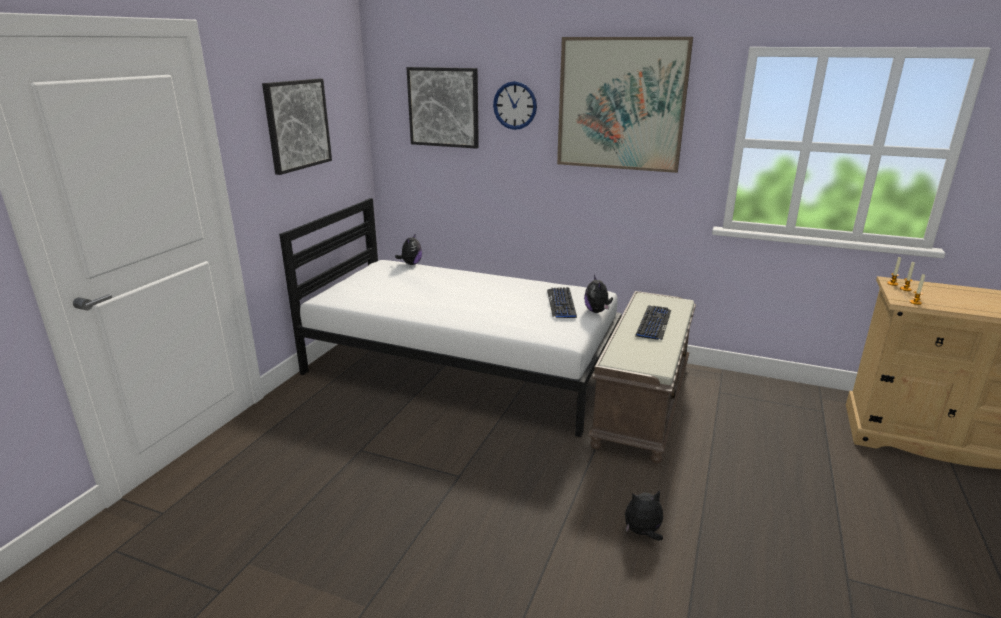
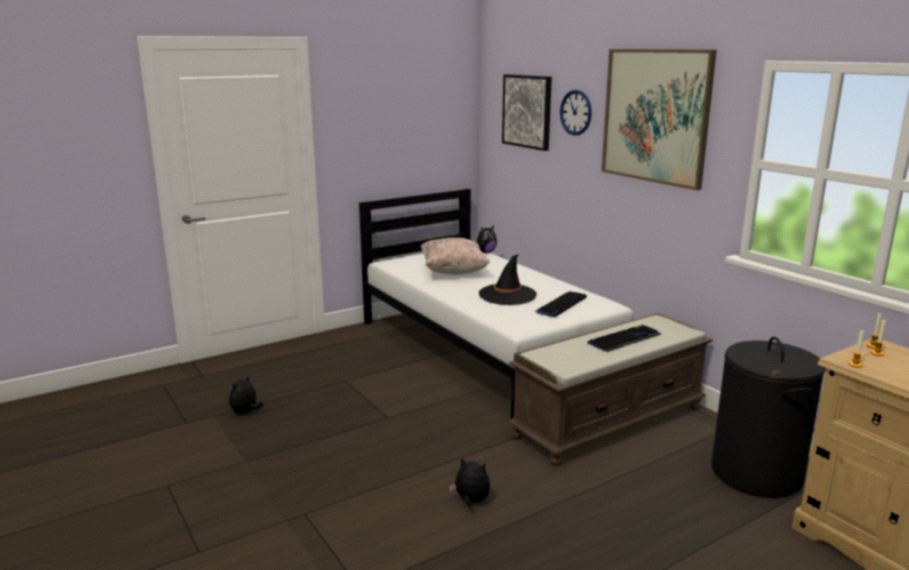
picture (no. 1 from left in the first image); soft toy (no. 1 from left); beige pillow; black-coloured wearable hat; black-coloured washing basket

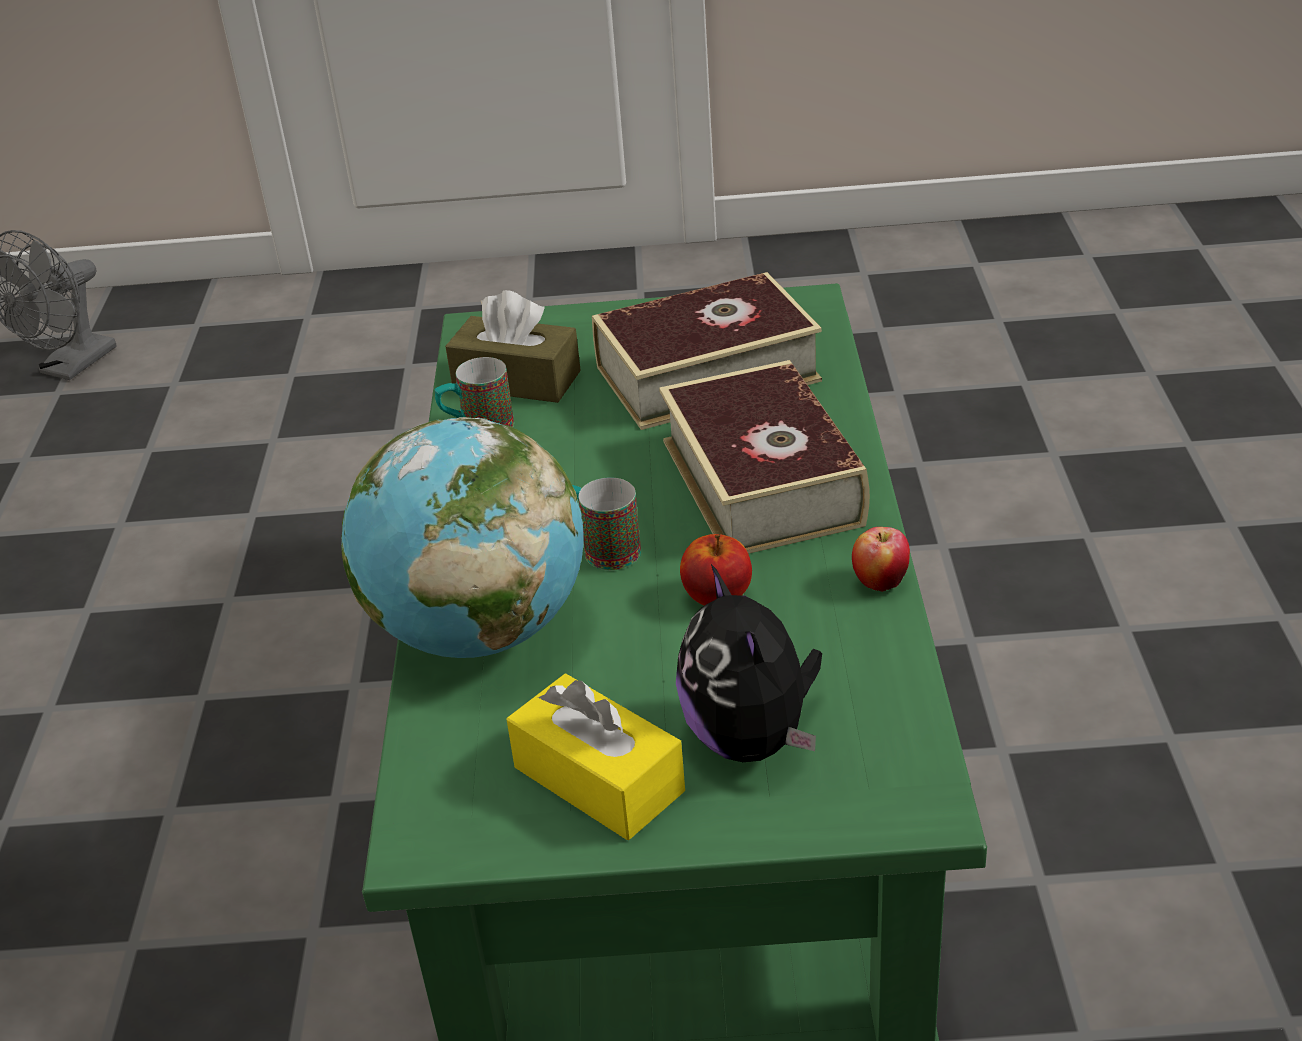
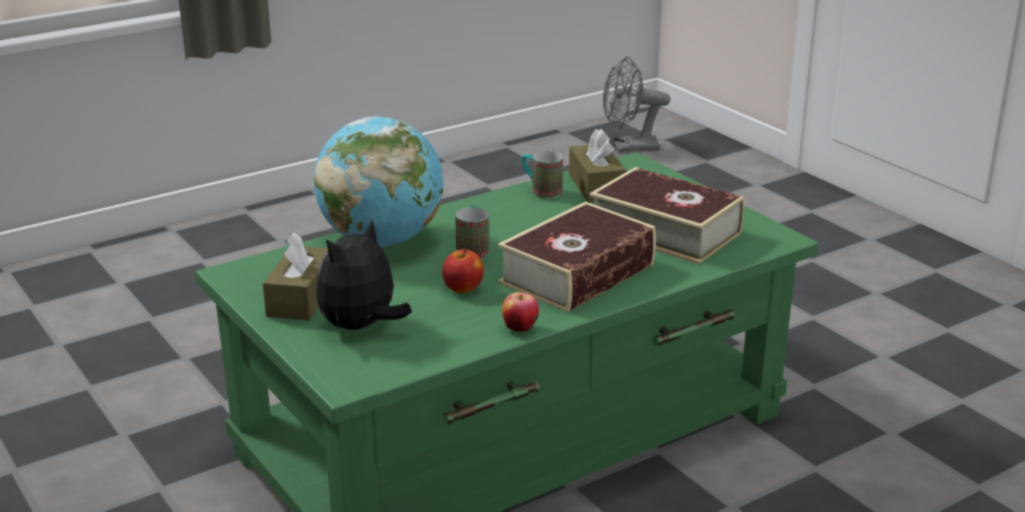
brown tissue holder (no. 1 from left)

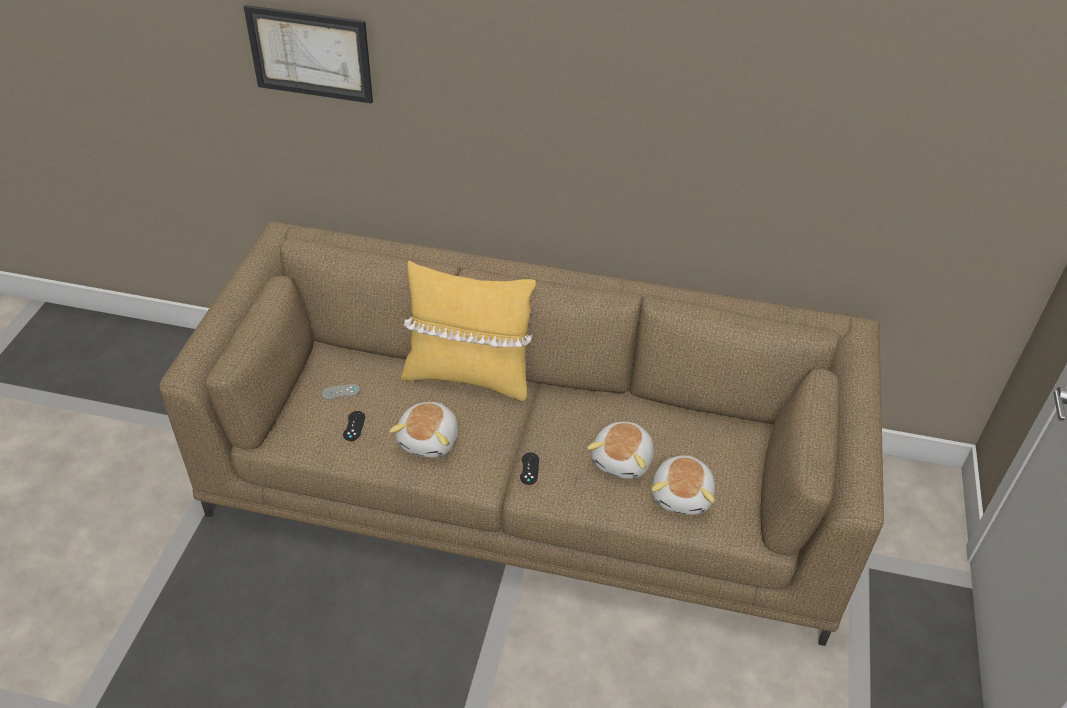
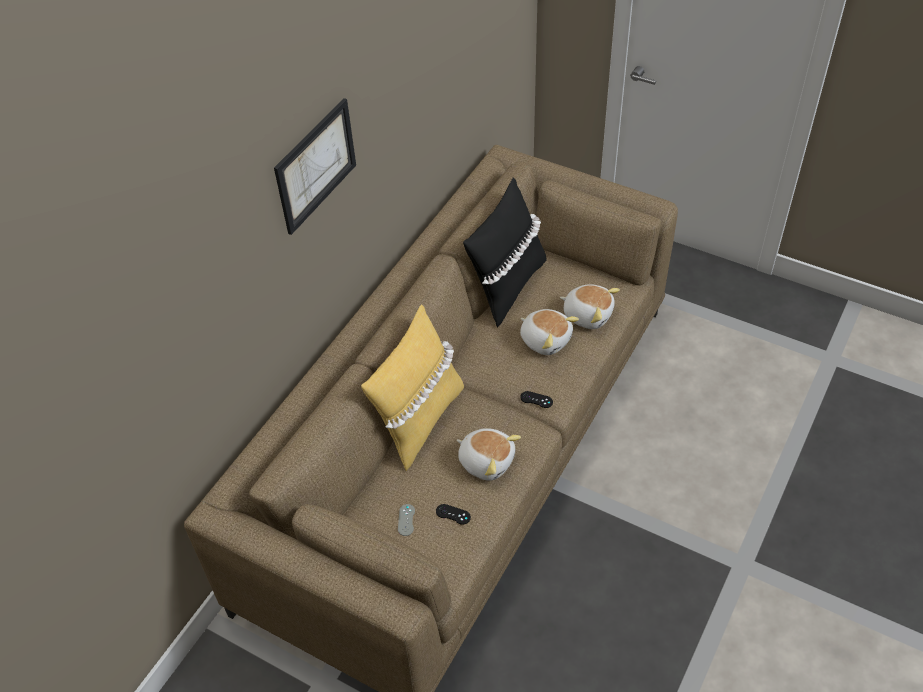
picture; black-coloured pillow

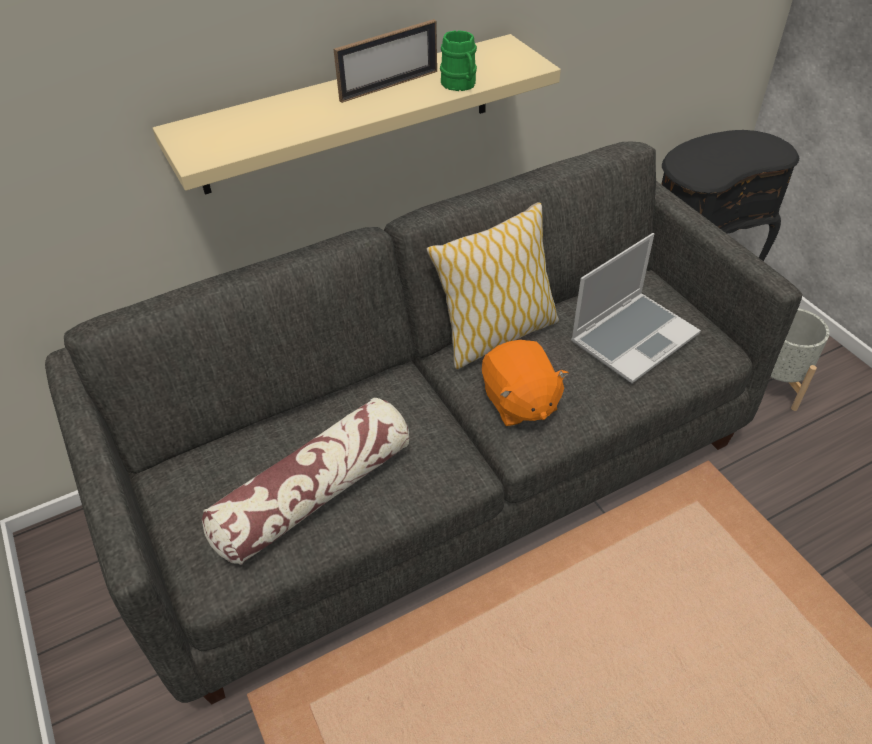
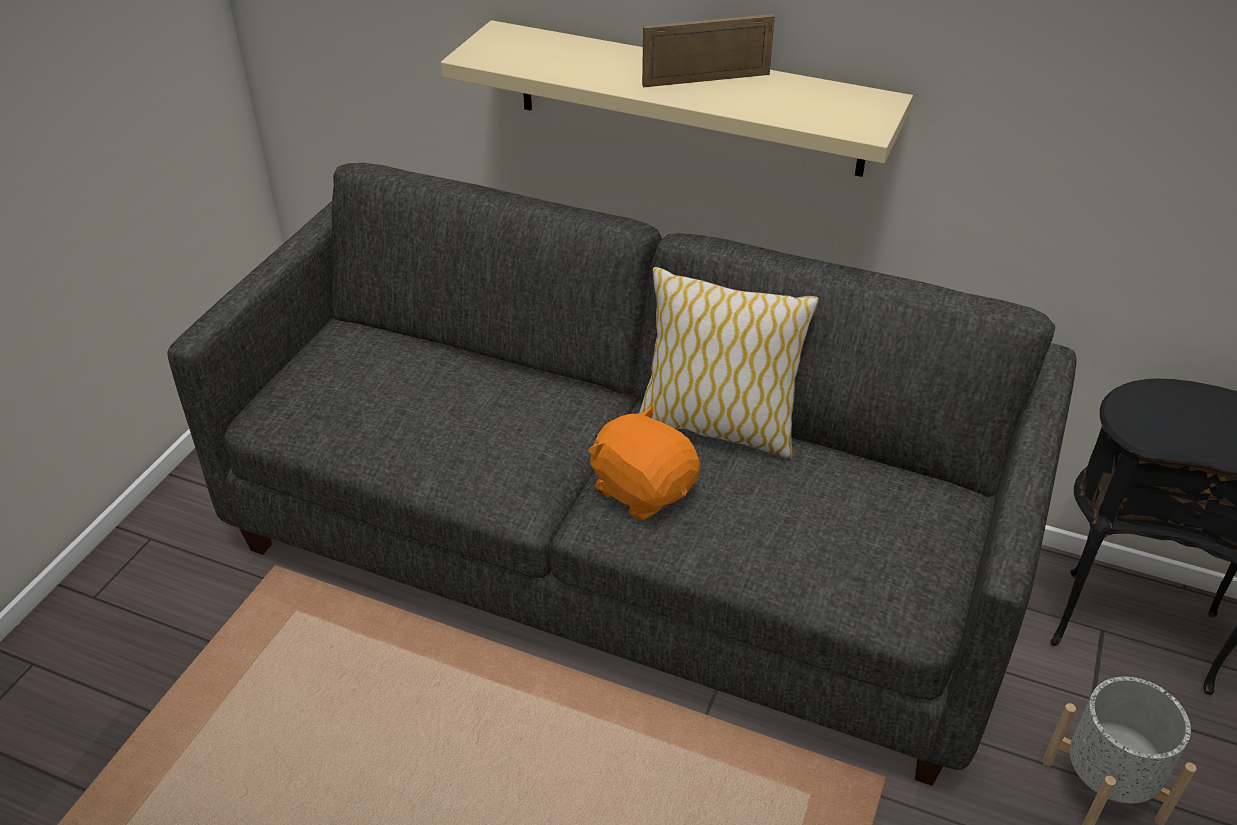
picture frame; green coffee mug; notebook computer; orange-coloured soft toy; pillow (no. 1 from left in the first image)

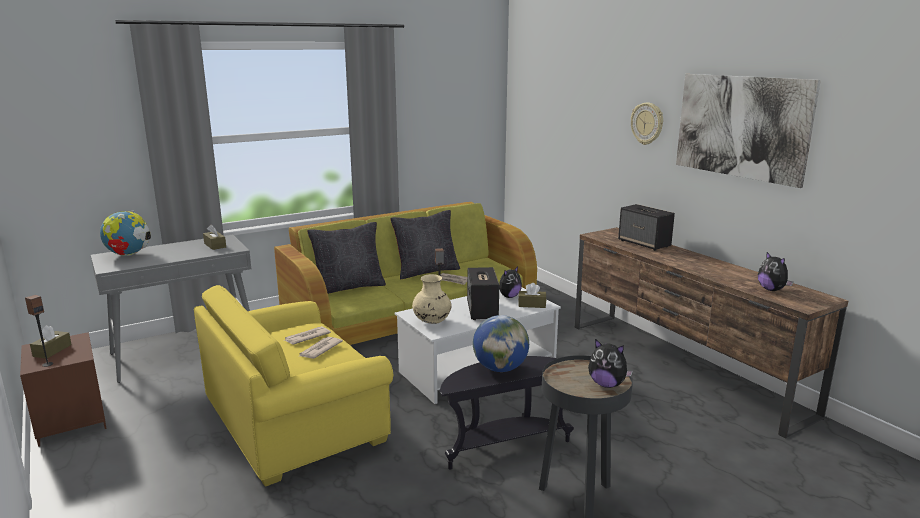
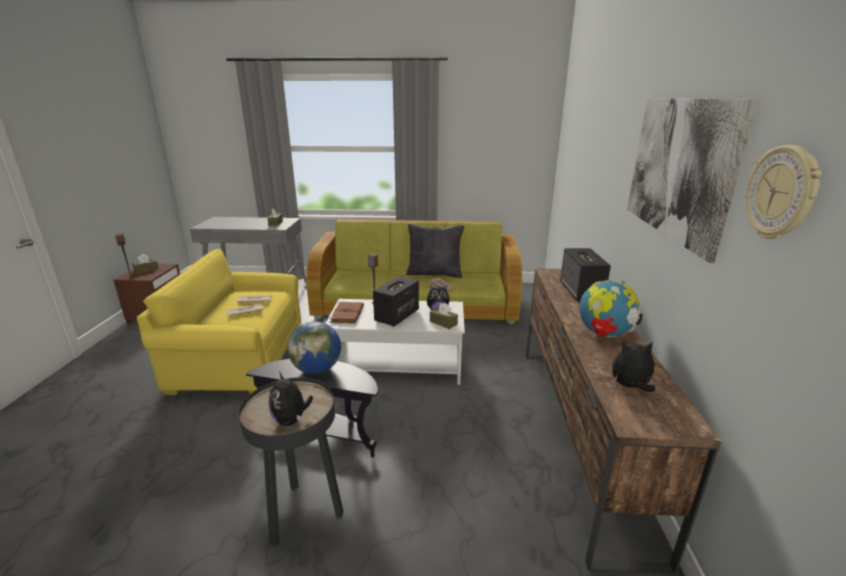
clock on the wall; globe (no. 2 from left); black-coloured pillow (no. 1 from left in the first image); soft toy (no. 3 from left); brown book

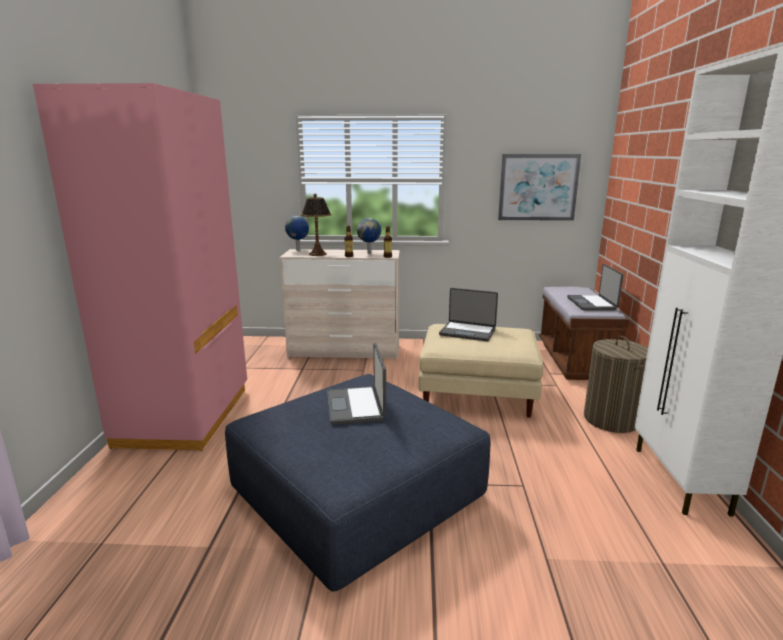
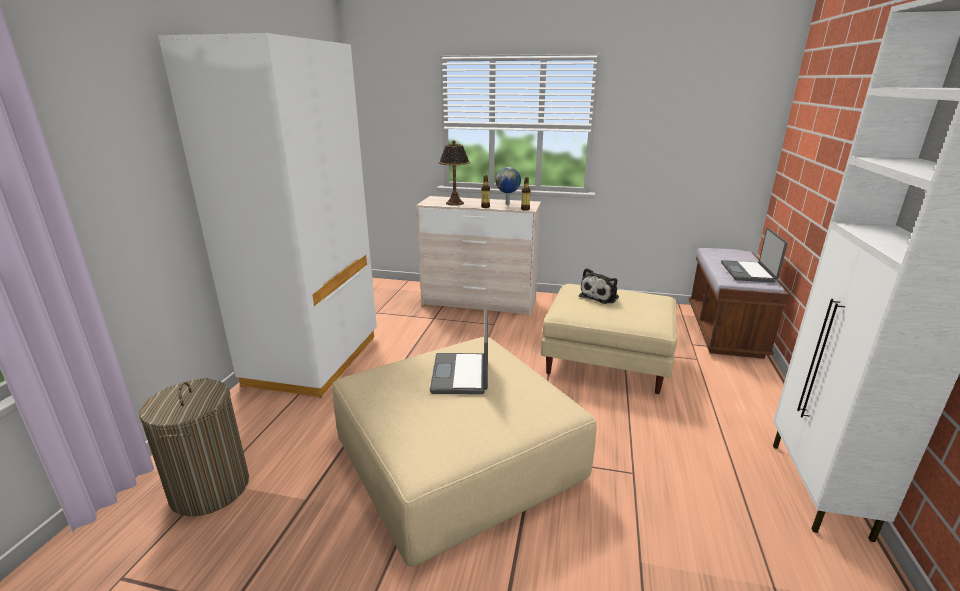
white wardrobe; picture; globe (no. 1 from left in the first image); soft toy; washing basket; beige pouffe (no. 1 from left)

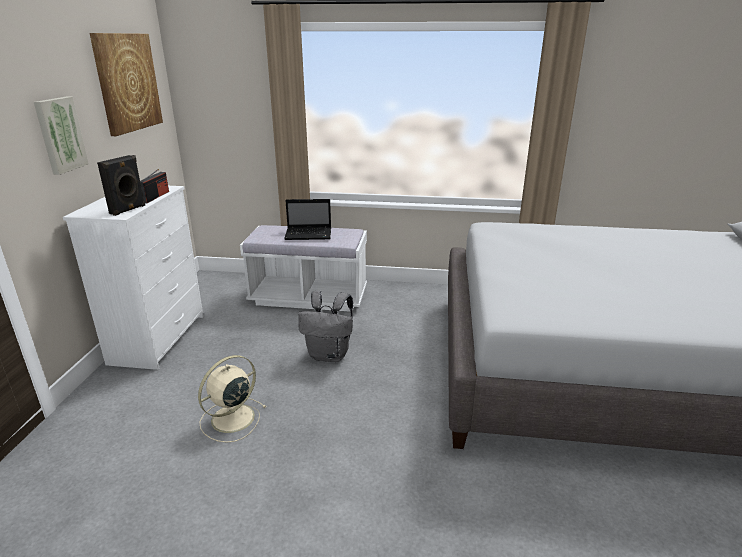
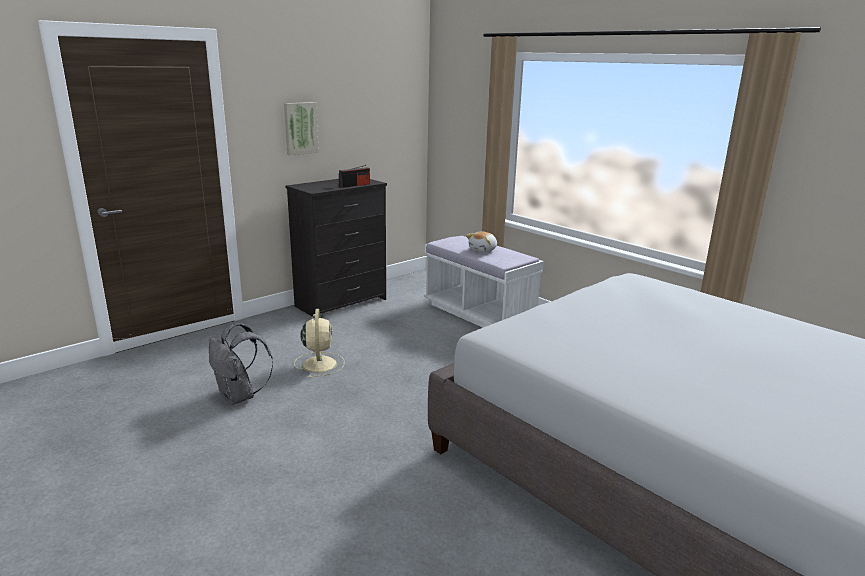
picture (no. 2 from left in the first image); black-coloured speaker; black-coloured drawer chest; soft toy; grey rucksack; beige electric fan

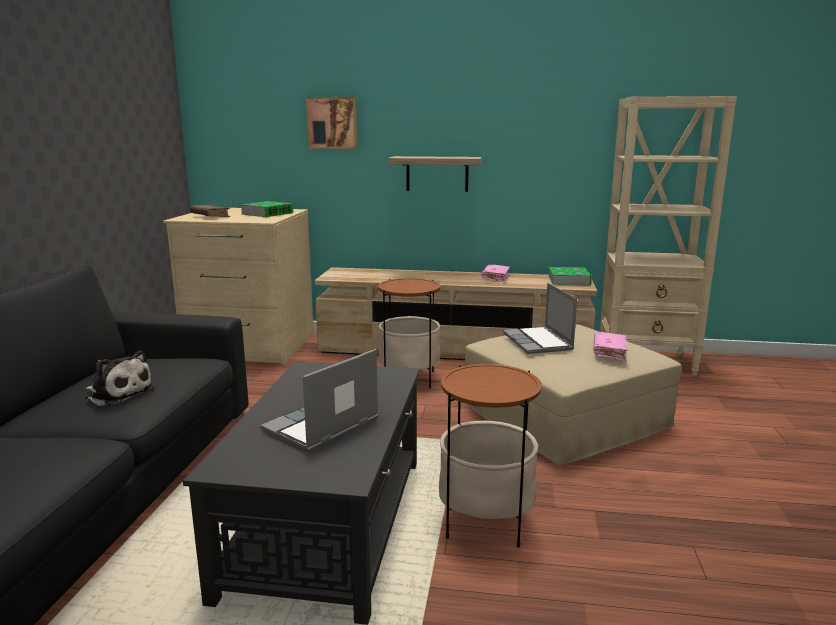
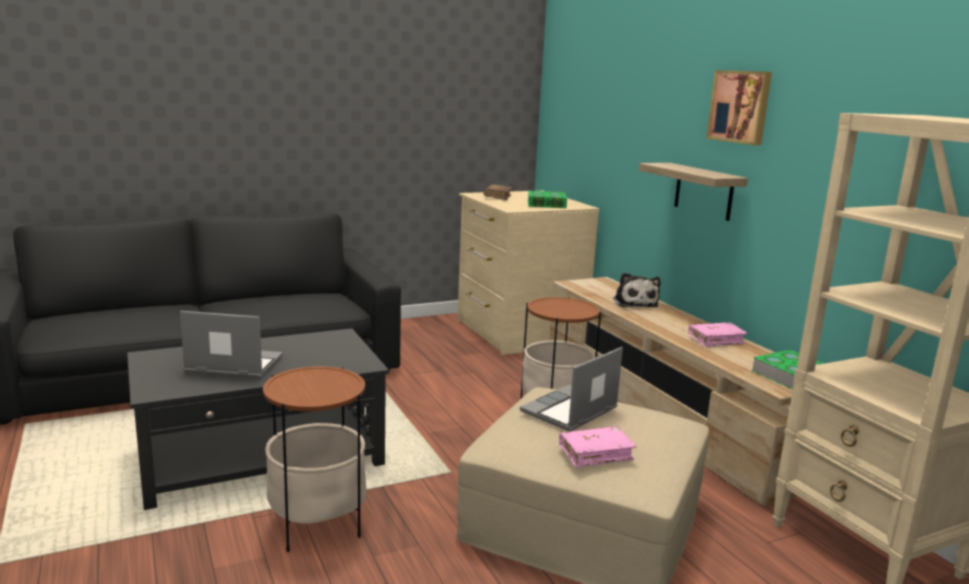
picture; soft toy

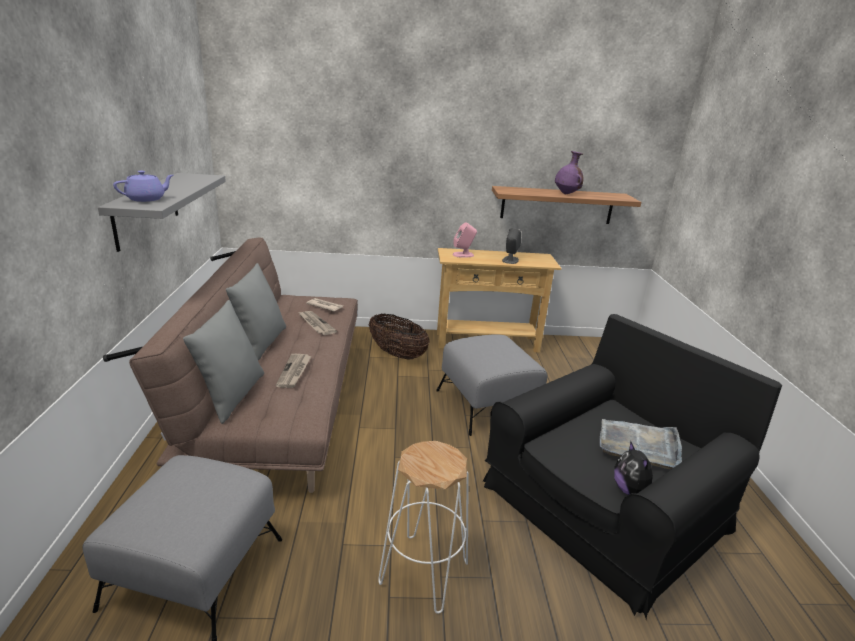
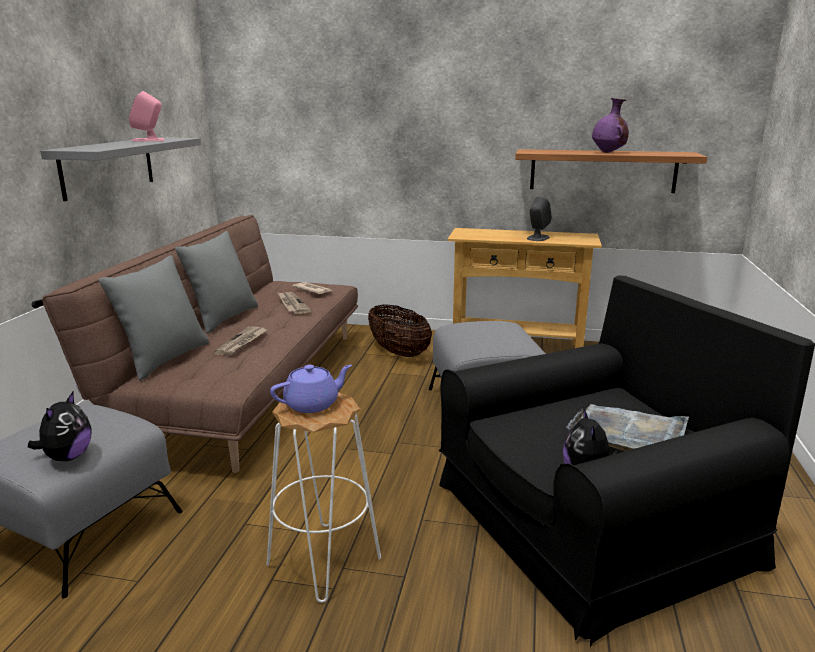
purple-coloured tea pot; pink-coloured speaker; soft toy (no. 1 from left)

